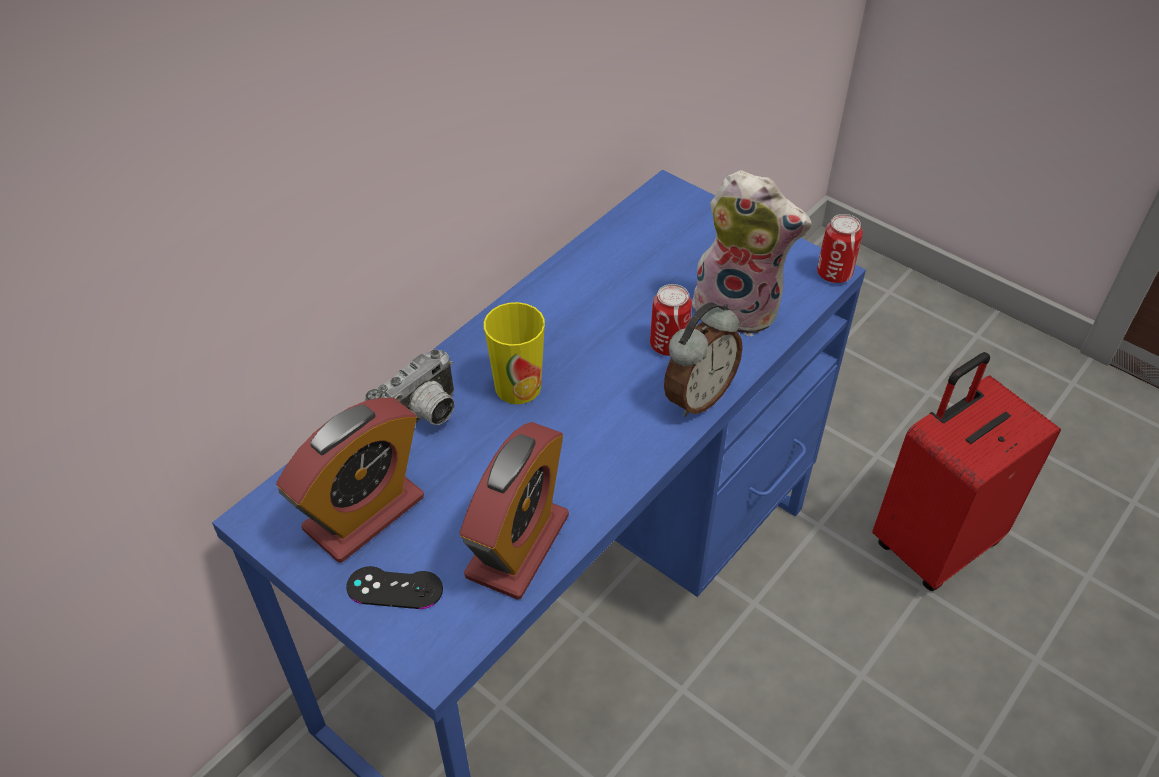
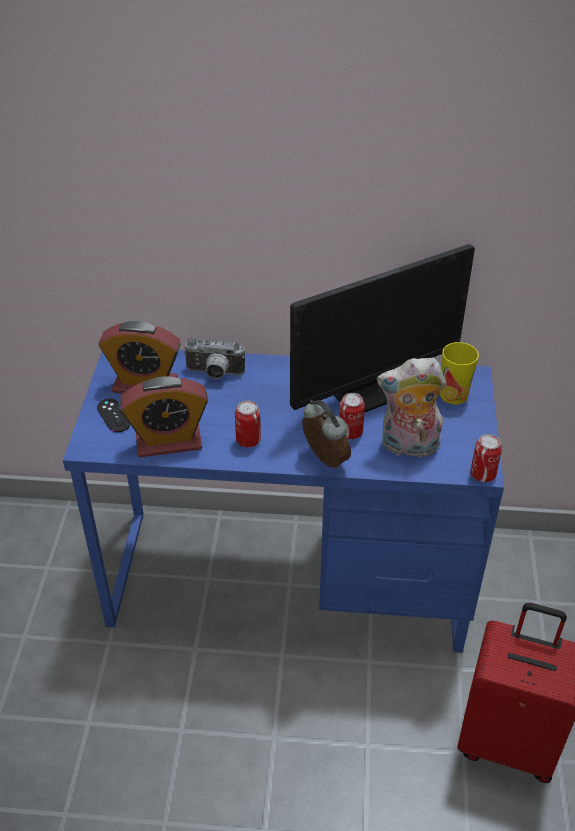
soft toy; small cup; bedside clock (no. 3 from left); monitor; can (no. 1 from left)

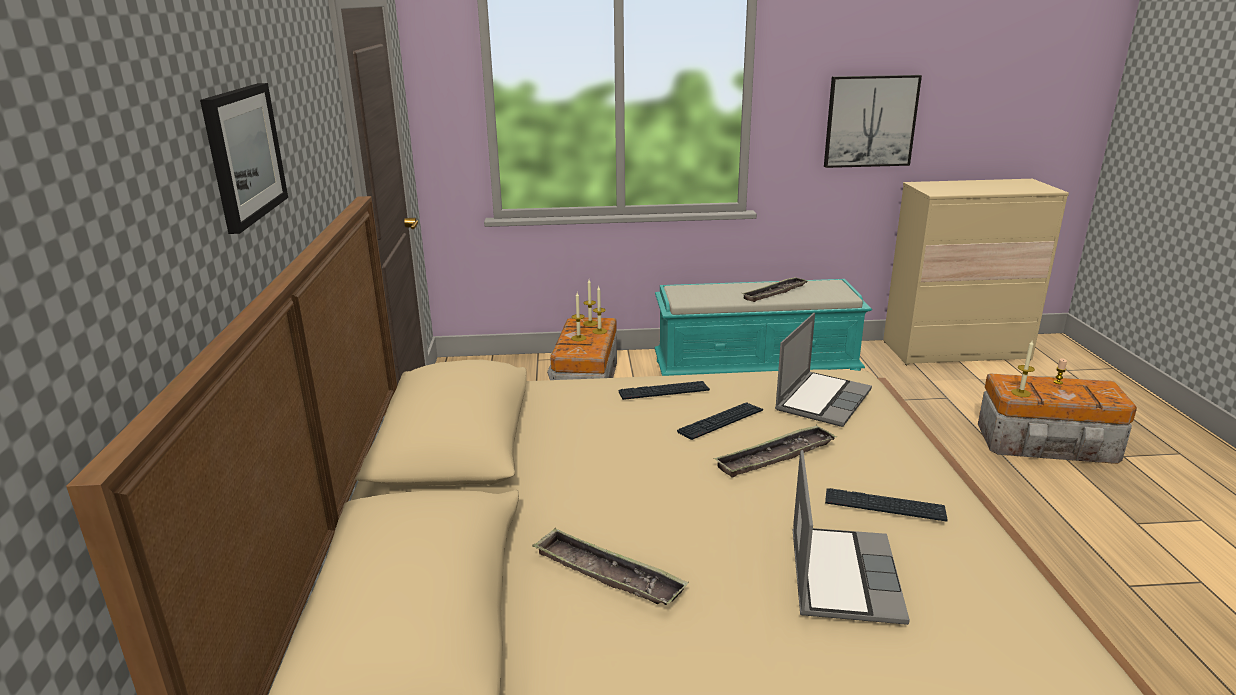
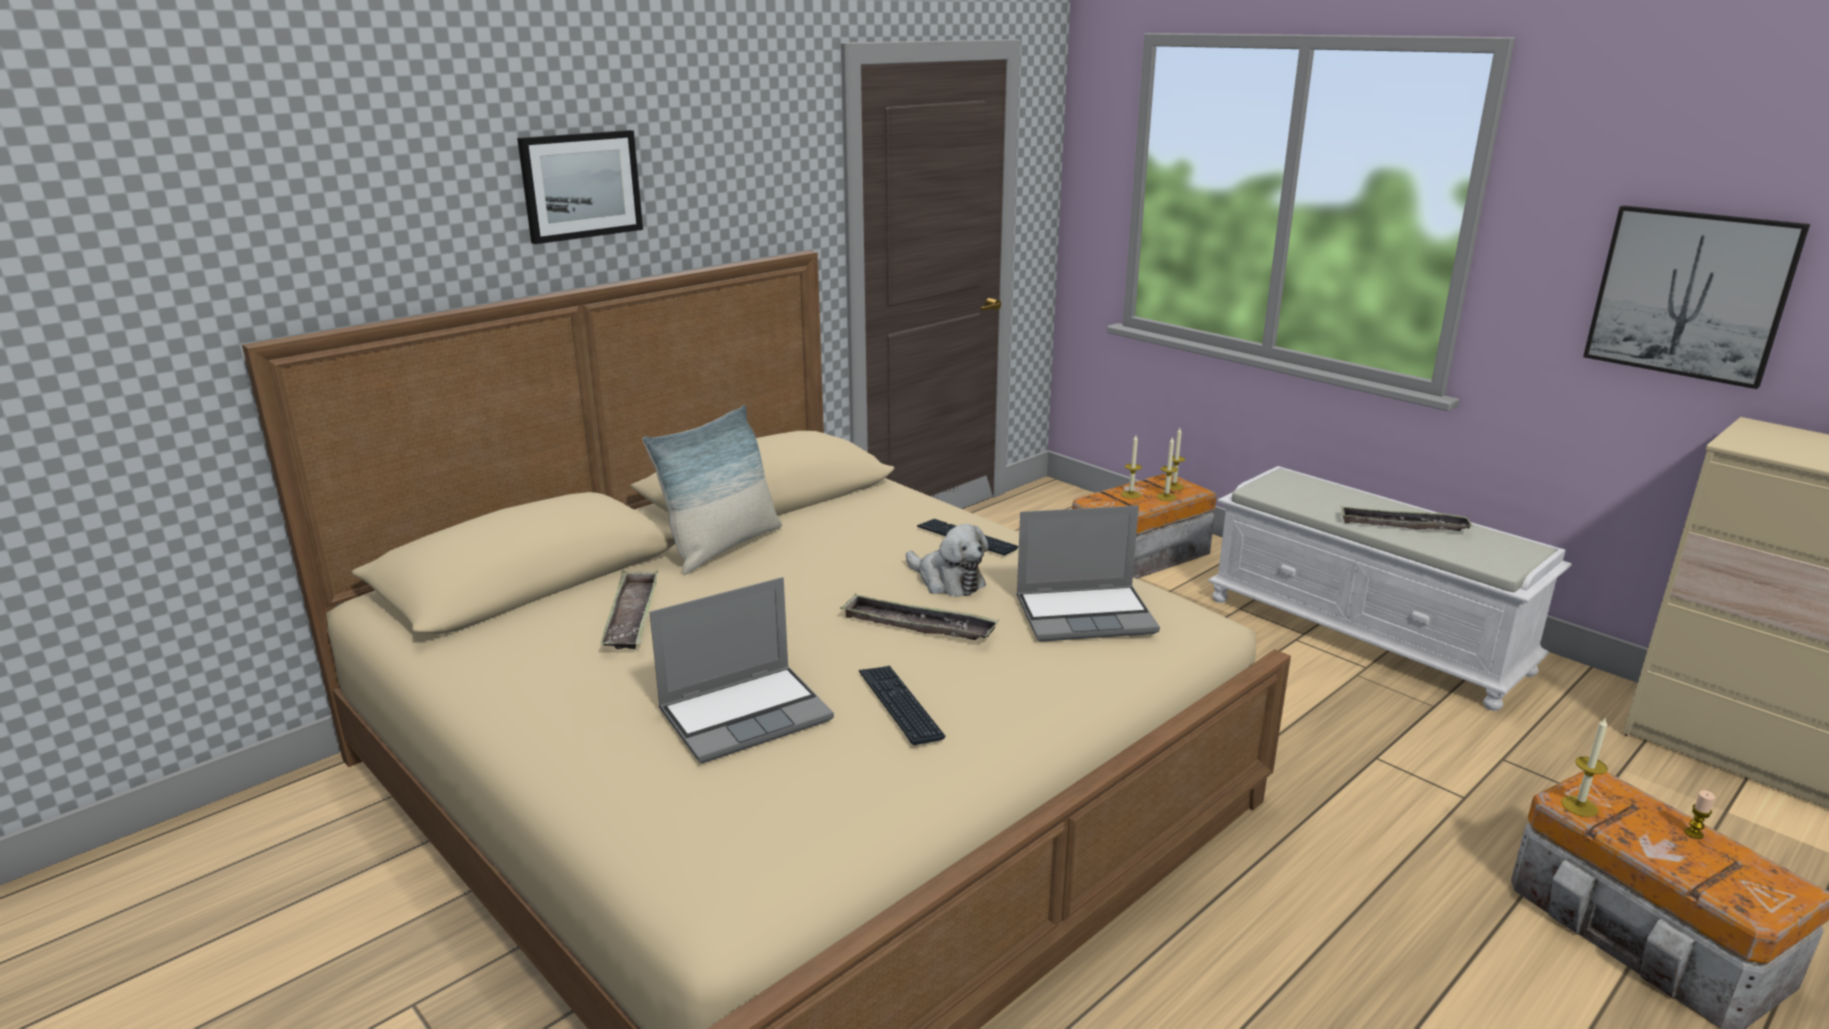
white bench; soft toy; pillow

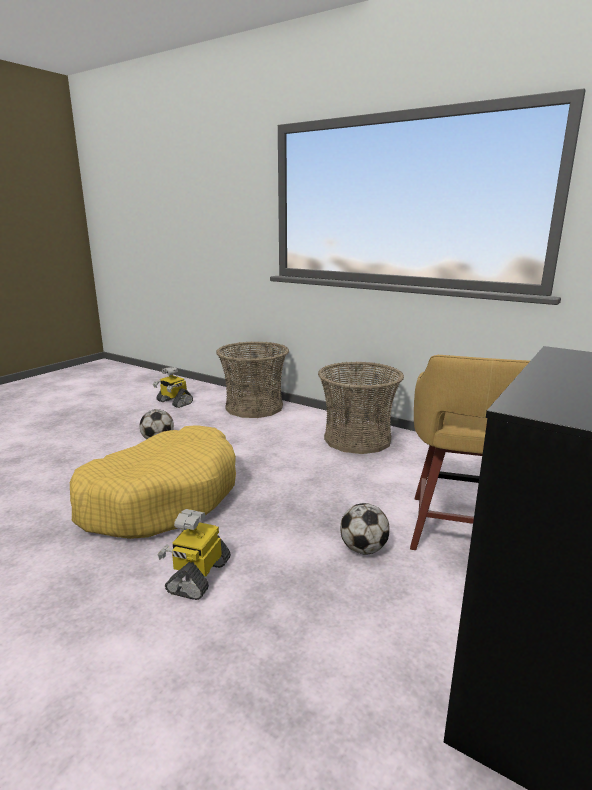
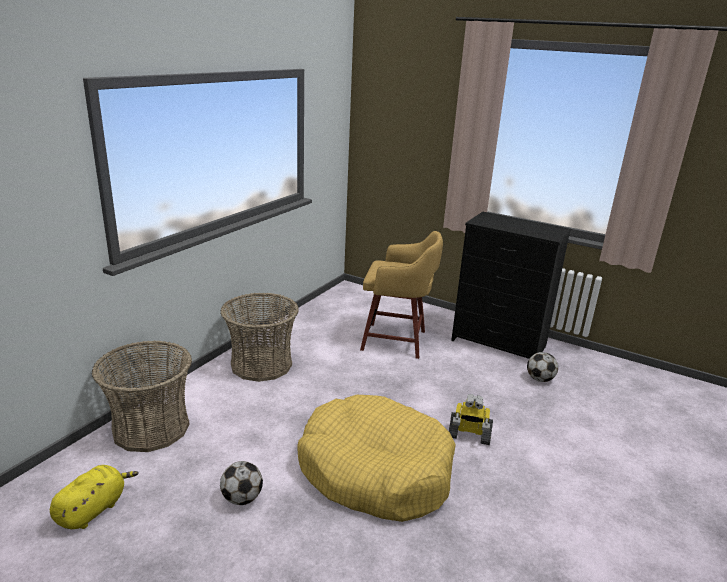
yellow soft toy; football (no. 2 from left)

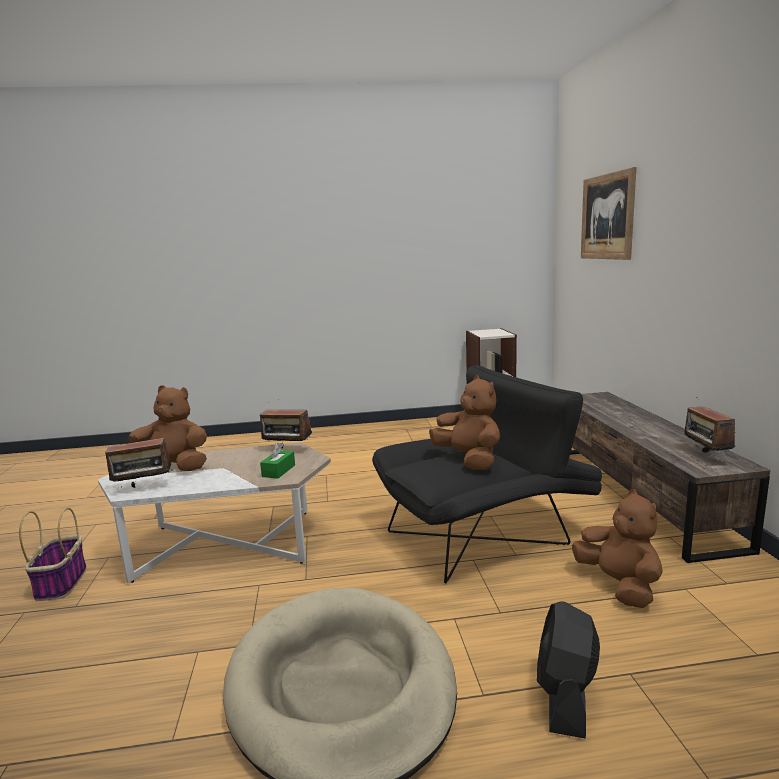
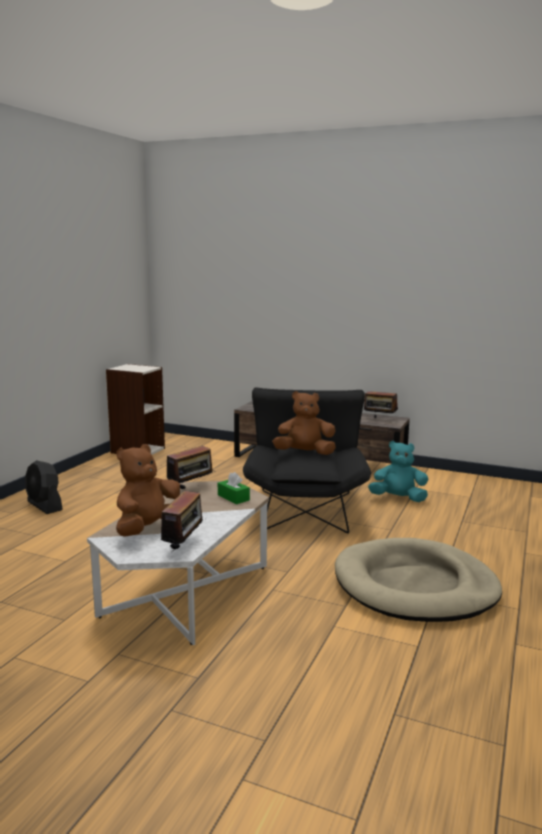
picture; turquoise soft toy; storage basket; black-coloured electric fan

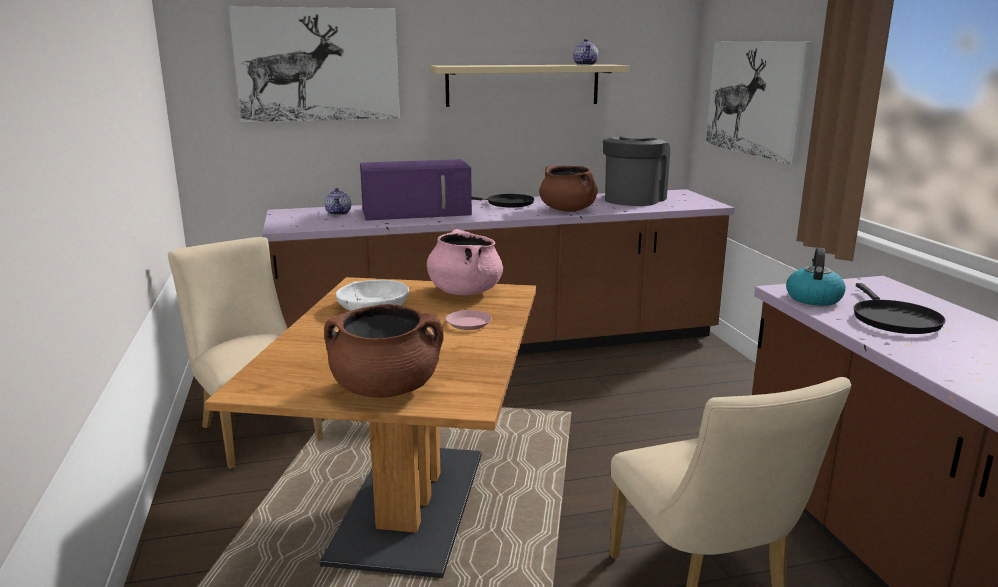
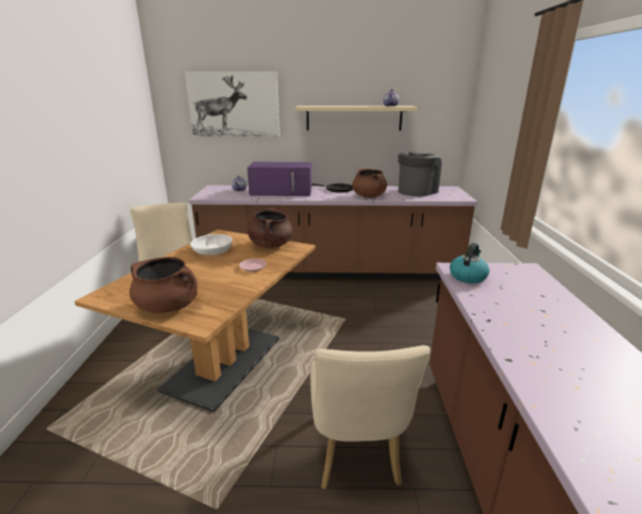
picture (no. 2 from left in the first image); brown cooking pot (no. 2 from left); black-coloured skillet (no. 2 from left in the first image)

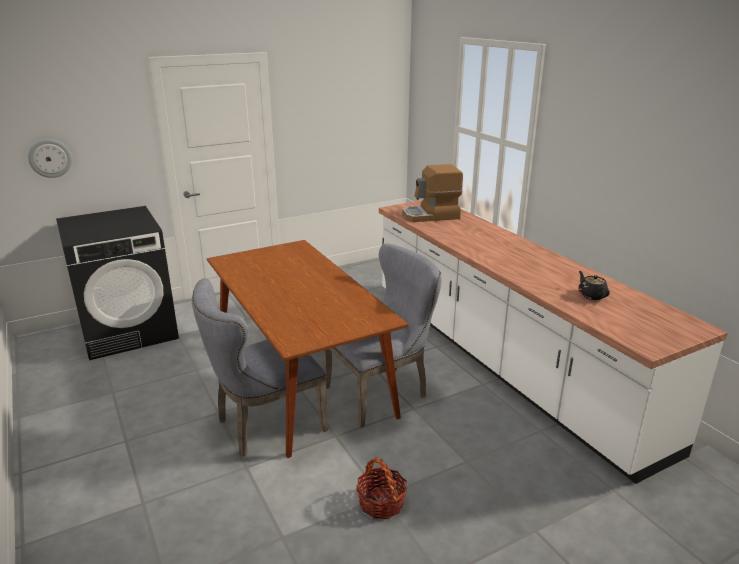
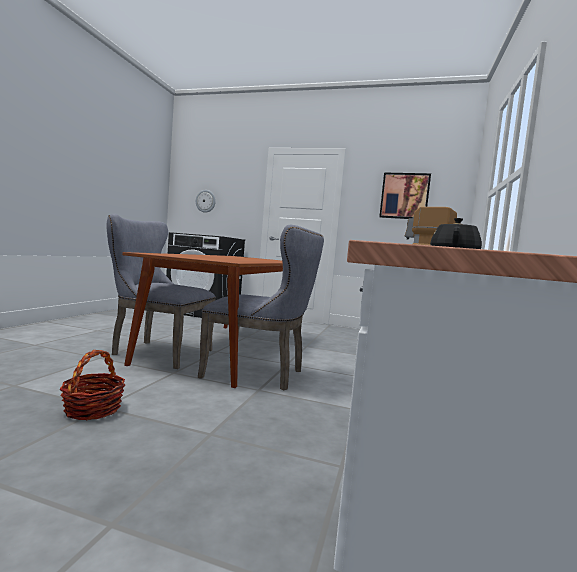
picture

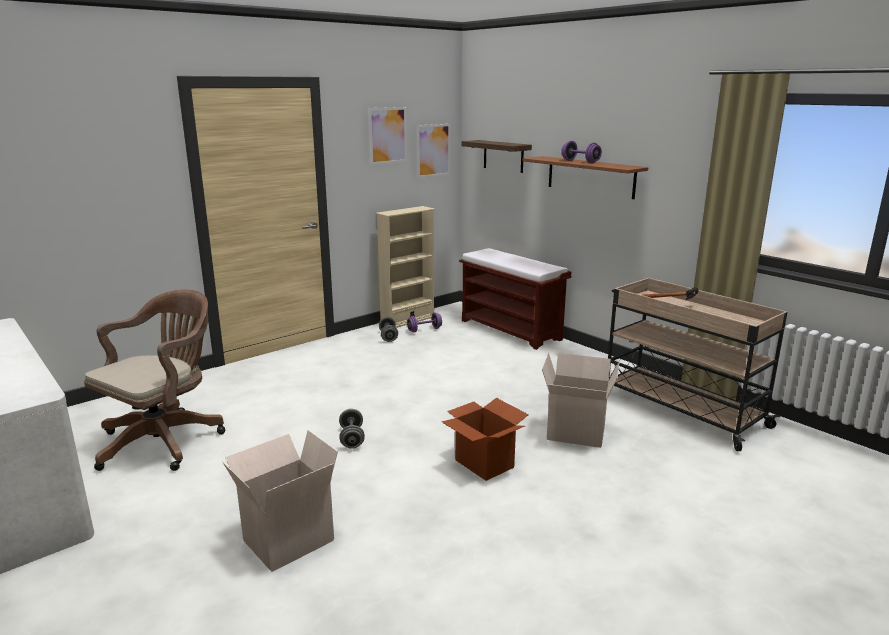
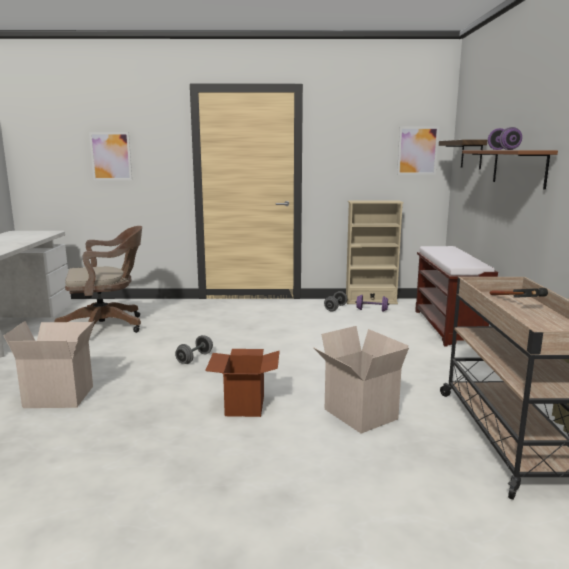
picture (no. 1 from left)

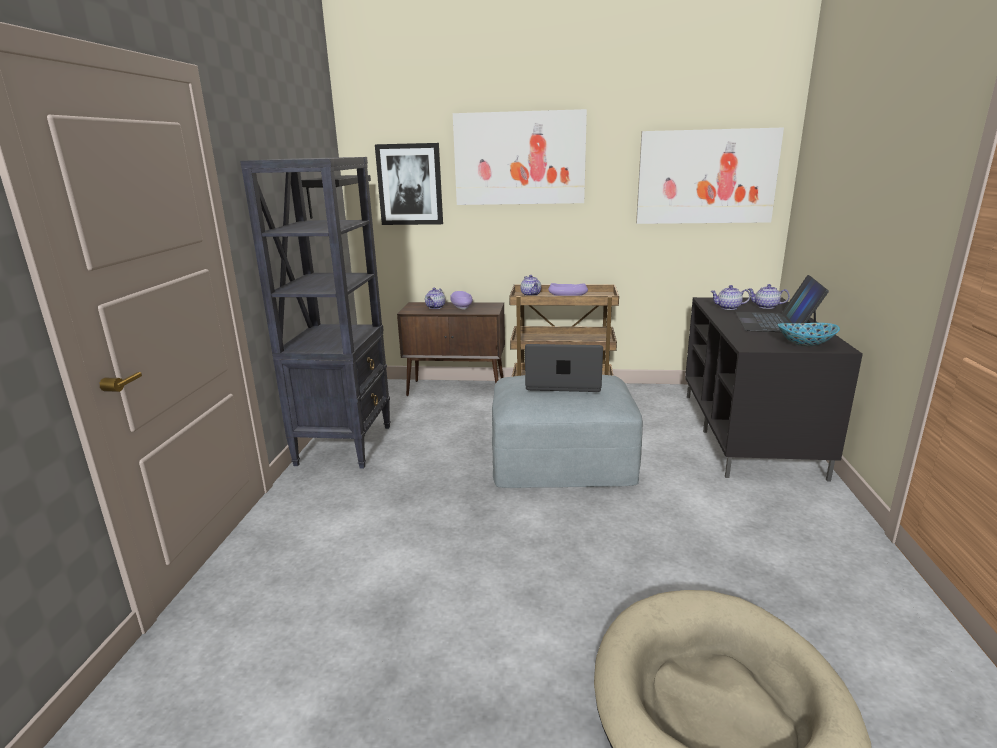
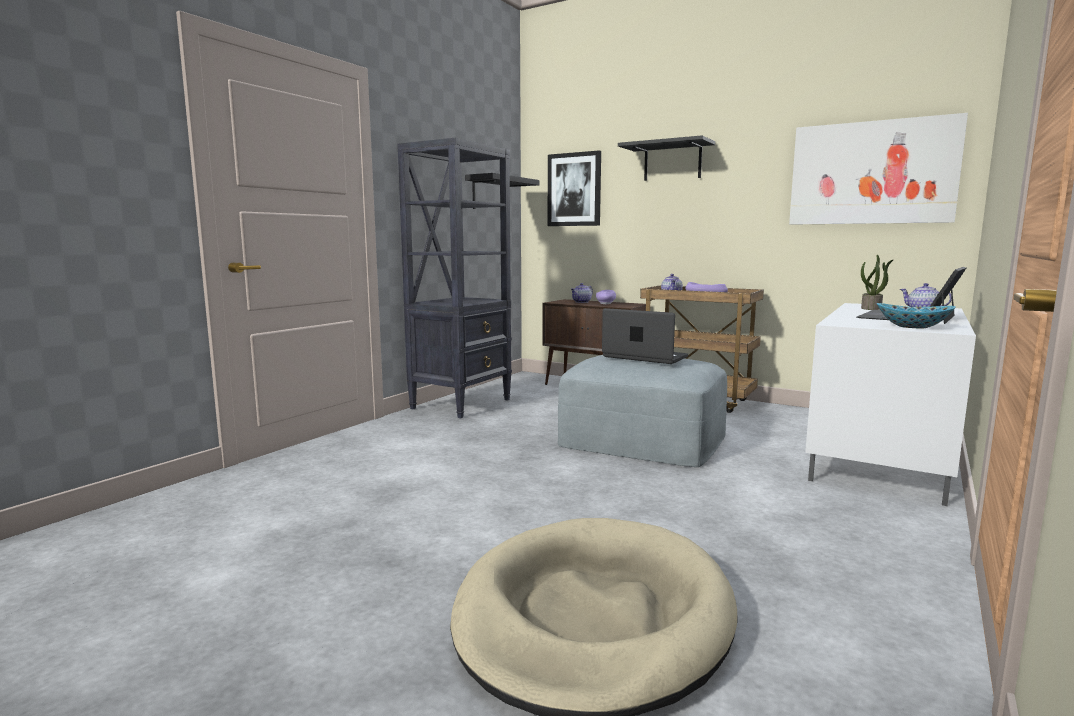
black-coloured bracket shelf (no. 2 from left); plant in a pot; white media console

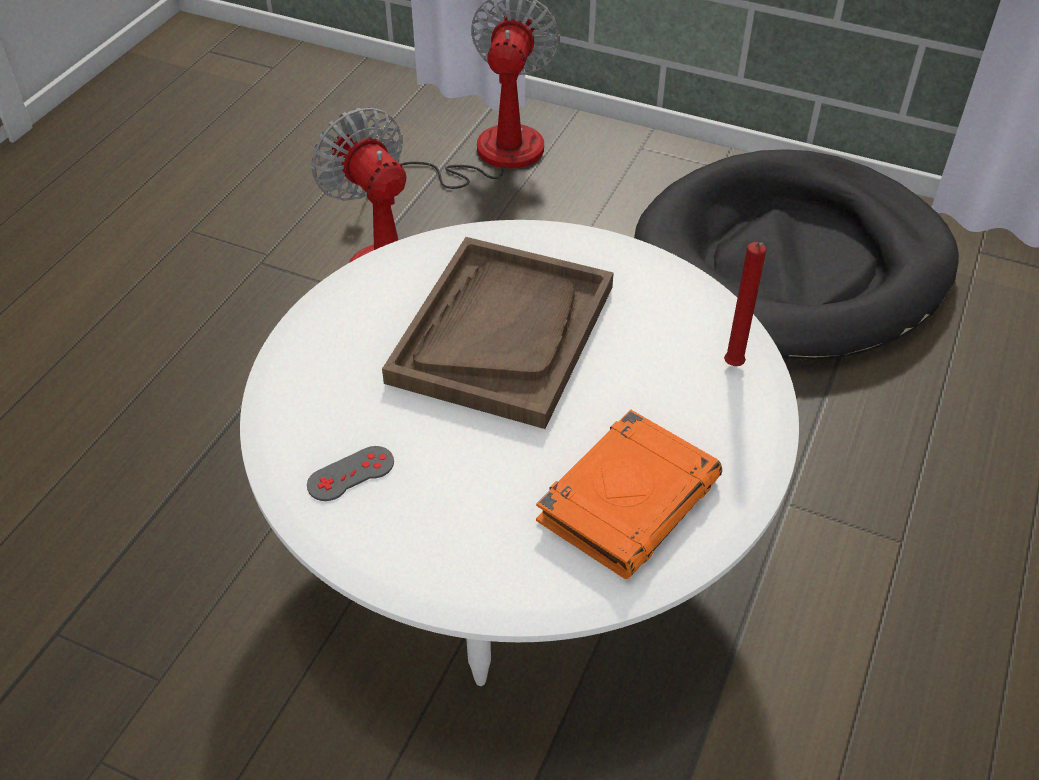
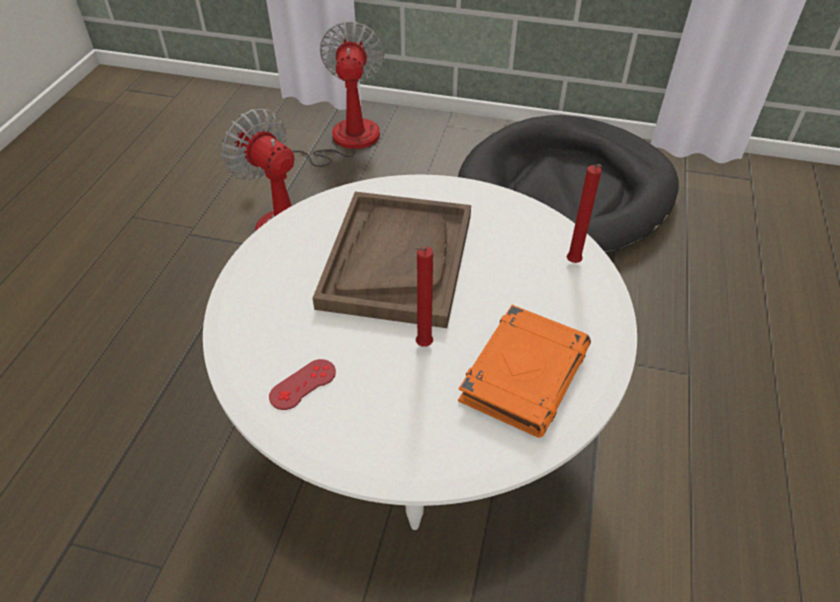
red-coloured game controller; red-coloured wax light (no. 1 from left)

